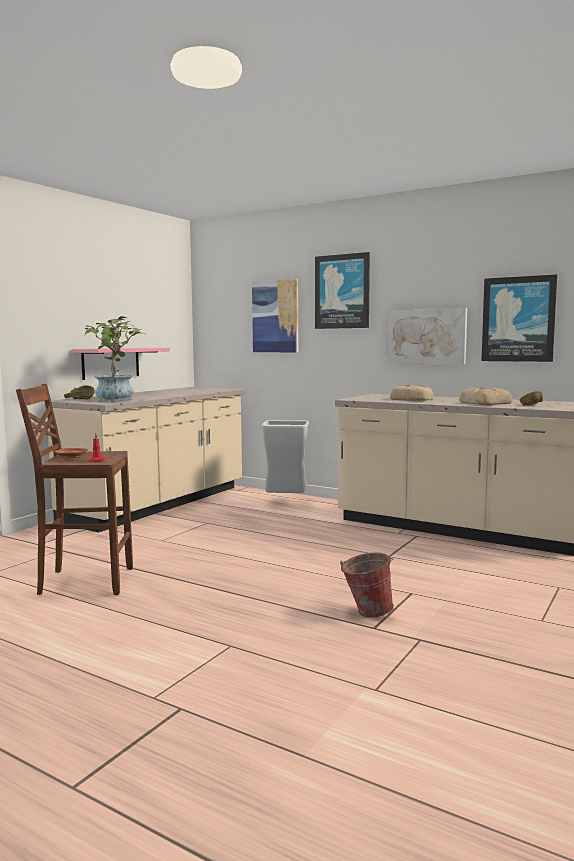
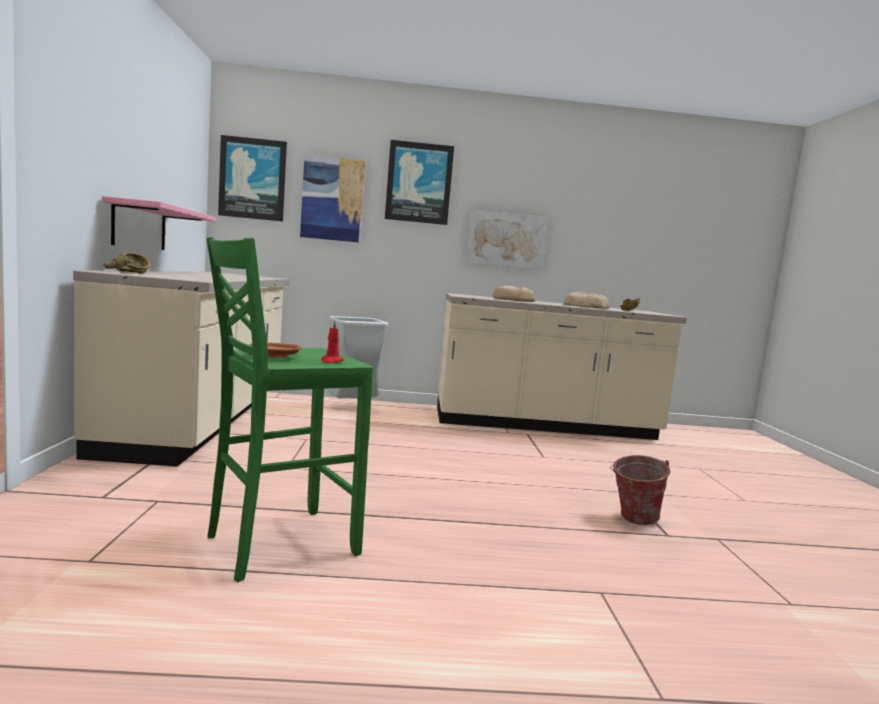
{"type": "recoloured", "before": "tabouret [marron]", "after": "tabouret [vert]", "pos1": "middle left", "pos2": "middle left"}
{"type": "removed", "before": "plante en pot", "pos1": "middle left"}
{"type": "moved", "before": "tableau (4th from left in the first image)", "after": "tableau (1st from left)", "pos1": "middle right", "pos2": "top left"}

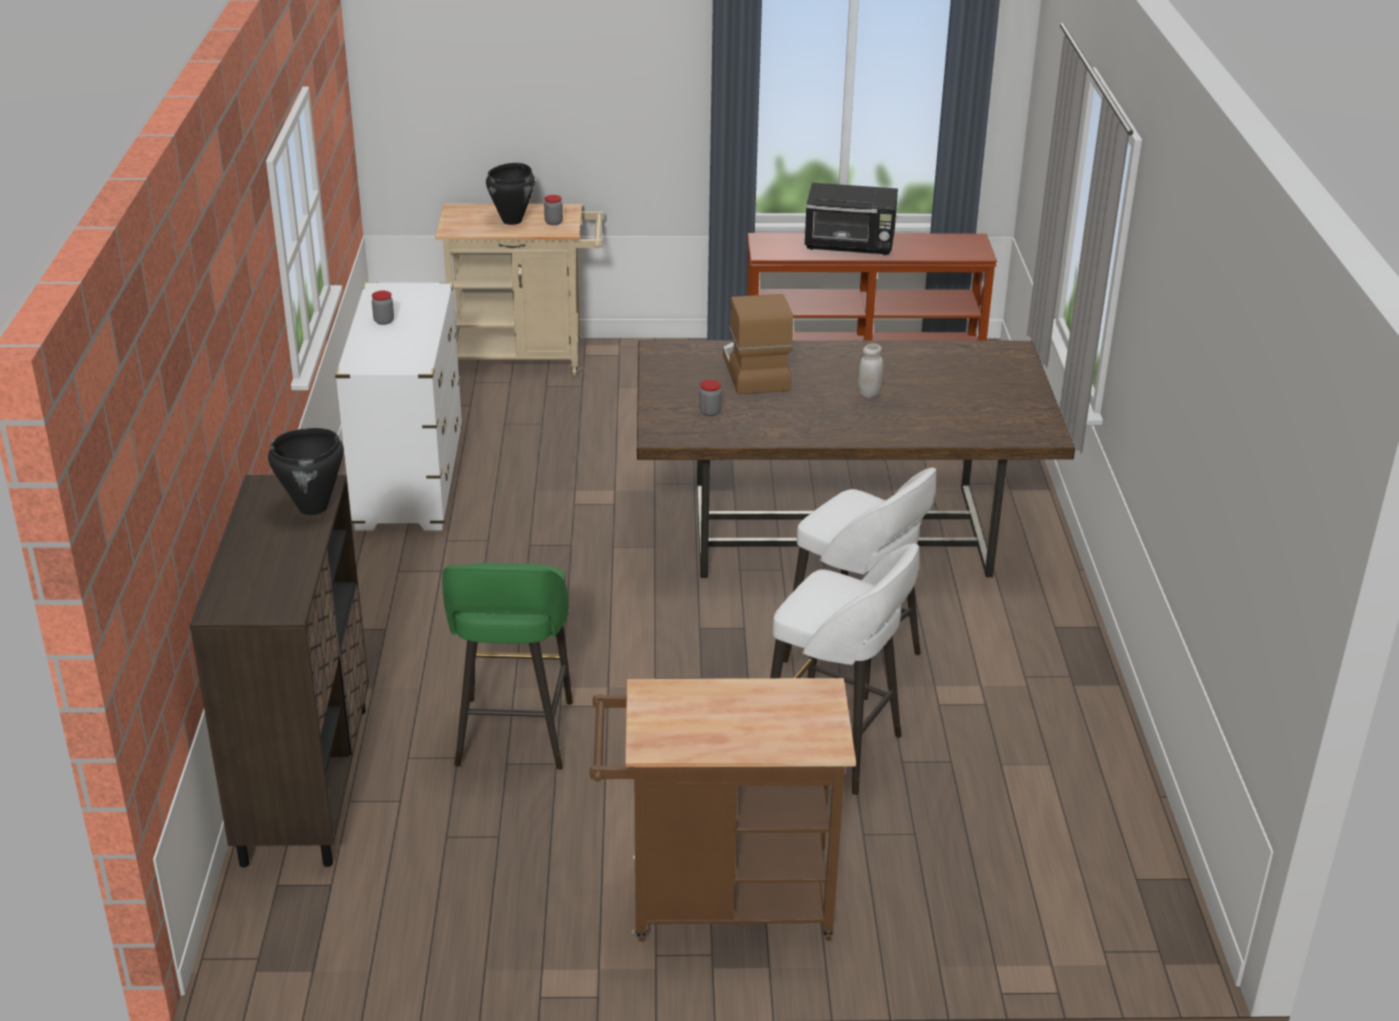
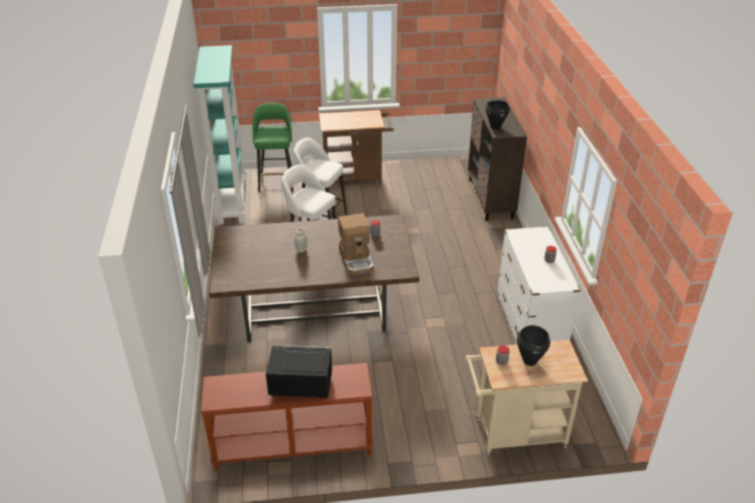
{"type": "moved", "before": "tabouret [vert]", "pos1": "centre", "pos2": "top centre"}
{"type": "added", "after": "bibliothèque [turquoise]", "pos2": "top left"}

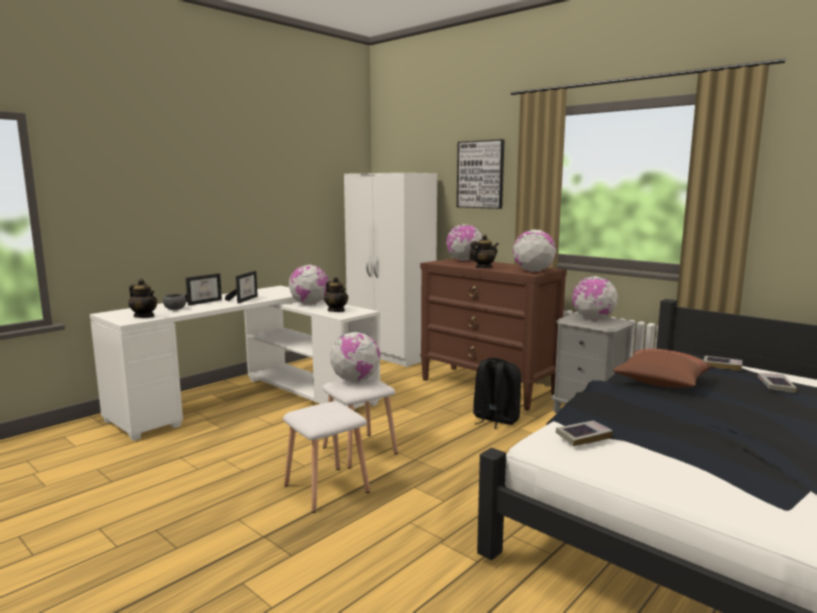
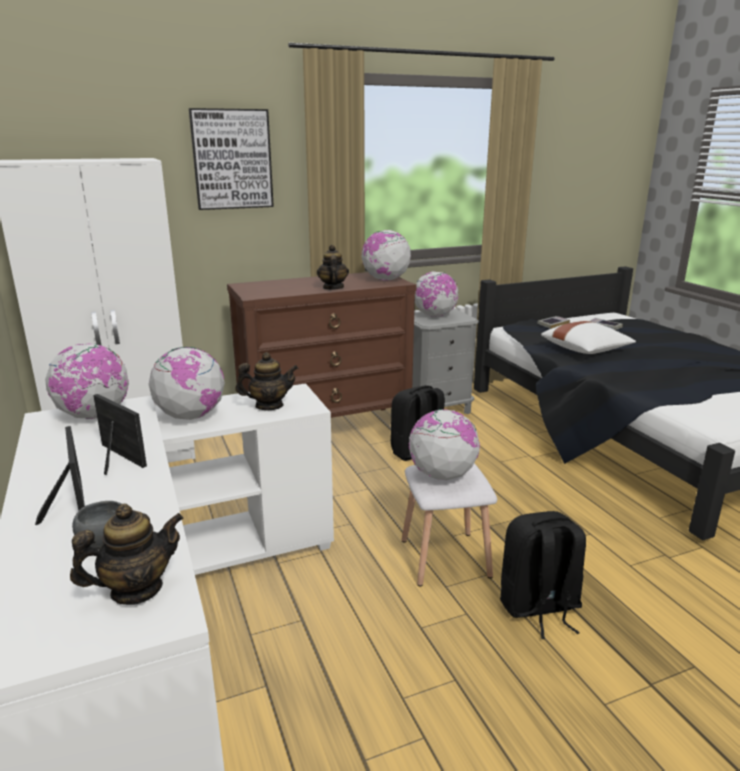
{"type": "replaced", "before": "tabouret [blanc] (1st from left)", "after": "sac à dos [noir] (2nd from left)", "pos1": "bottom centre", "pos2": "bottom right"}
{"type": "moved", "before": "globe (3rd from left in the first image)", "after": "globe (1st from left)", "pos1": "centre", "pos2": "middle left"}
{"type": "removed", "before": "livre (1st from left)", "pos1": "bottom right"}
{"type": "recoloured", "before": "coussin [marron]", "after": "coussin [blanc]", "pos1": "middle right", "pos2": "middle right"}

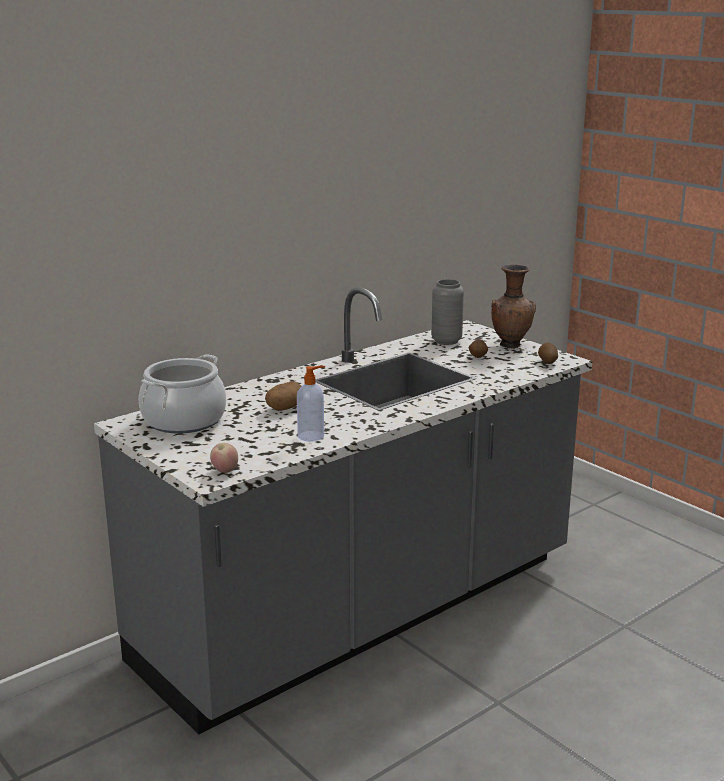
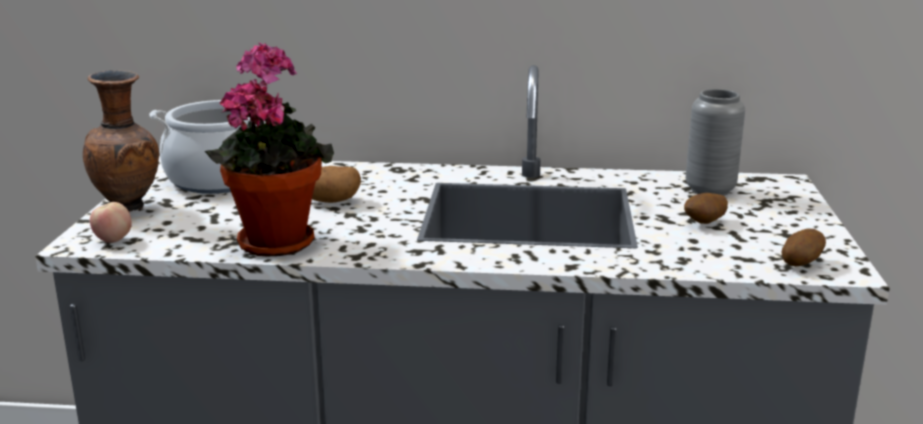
{"type": "replaced", "before": "distributeur de savon", "after": "plante en pot", "pos1": "centre", "pos2": "middle left"}
{"type": "moved", "before": "vase [marron]", "pos1": "middle right", "pos2": "top left"}

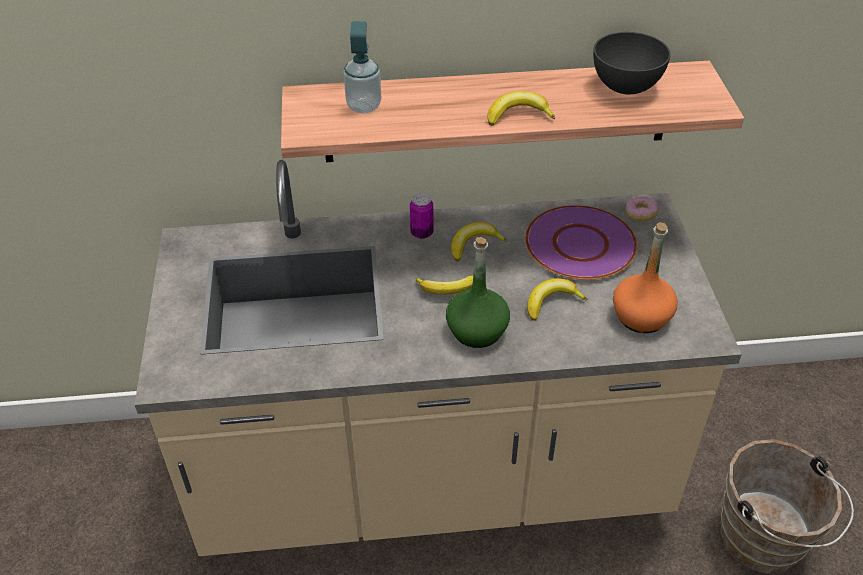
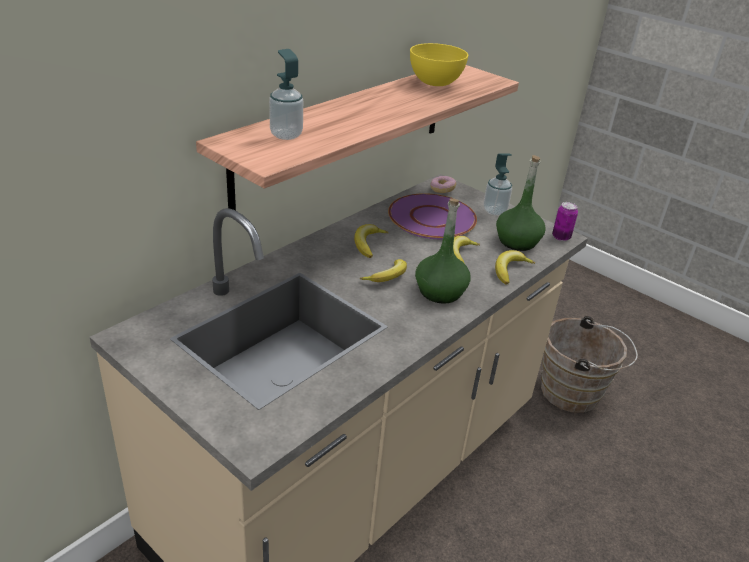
{"type": "moved", "before": "boîte métallique", "pos1": "centre", "pos2": "middle right"}
{"type": "moved", "before": "banane (3rd from left in the first image)", "after": "banane (4th from left)", "pos1": "top centre", "pos2": "middle right"}
{"type": "recoloured", "before": "bol [gris]", "after": "bol [jaune]", "pos1": "top right", "pos2": "top centre"}
{"type": "recoloured", "before": "bouteille [orange]", "after": "bouteille [vert] (2nd from left)", "pos1": "middle right", "pos2": "middle right"}
{"type": "added", "after": "distributeur de savon (2nd from left)", "pos2": "top centre"}

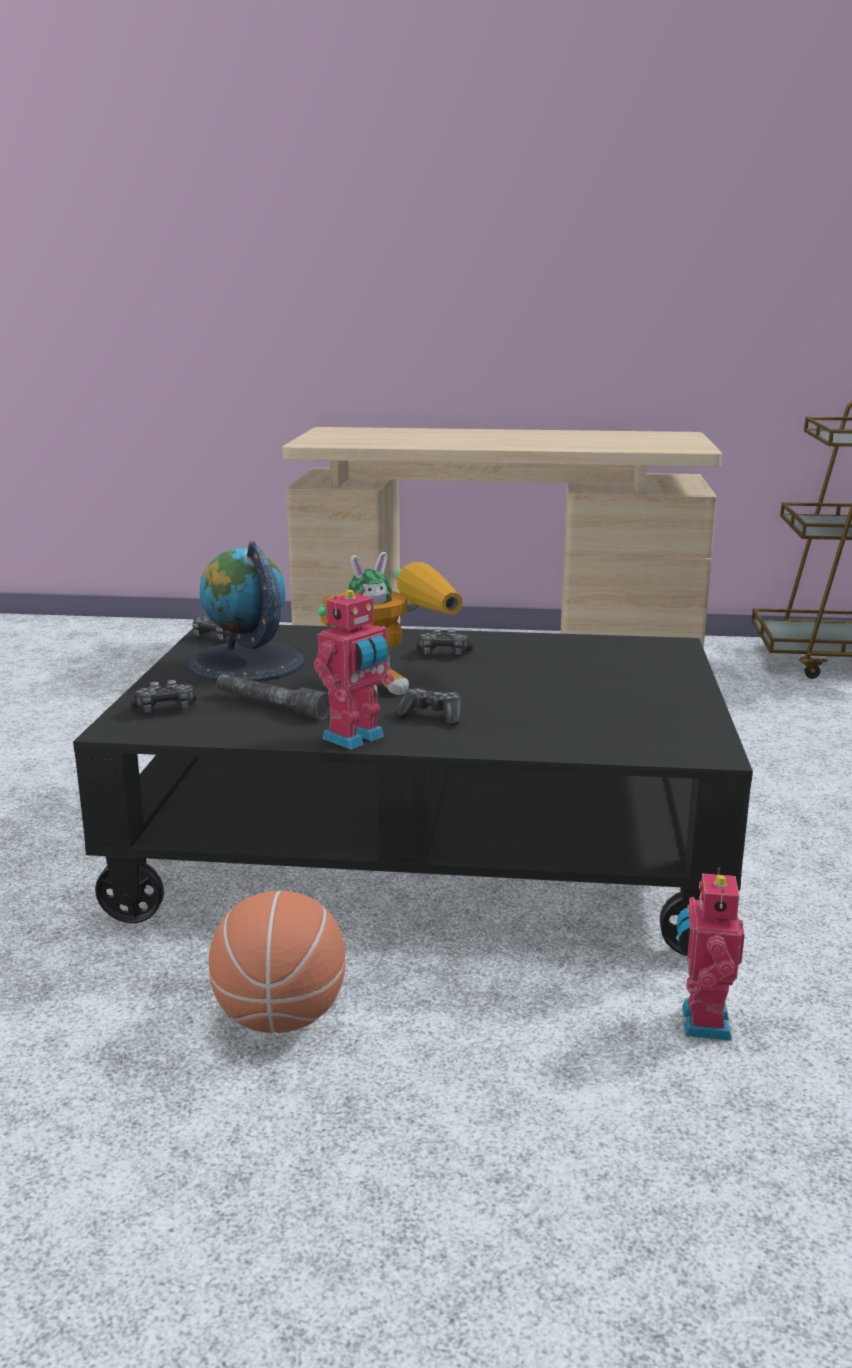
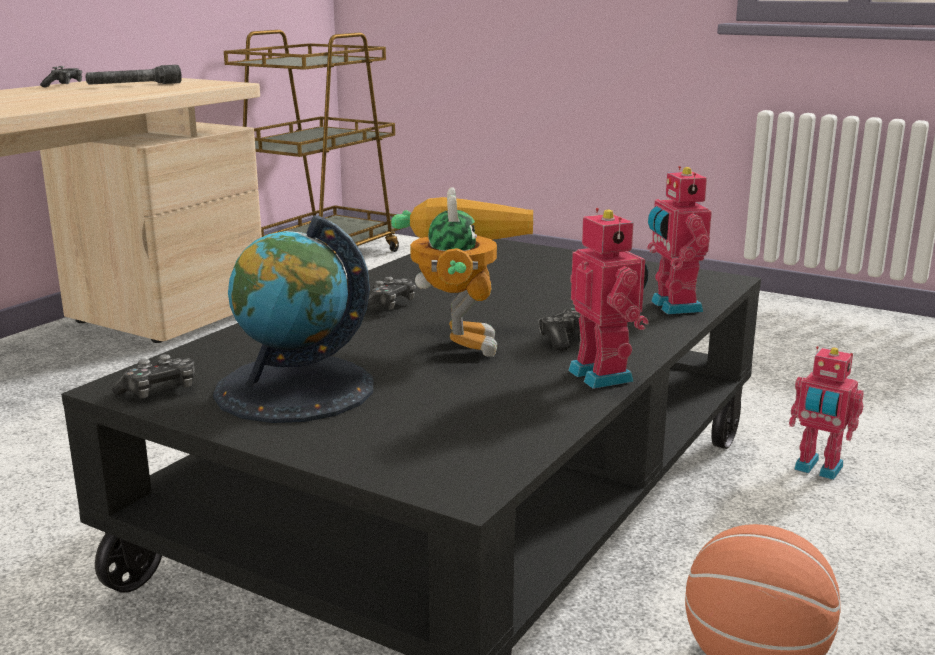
{"type": "moved", "before": "manette (1st from left)", "pos1": "middle left", "pos2": "top left"}
{"type": "moved", "before": "lampe de poche [gris]", "pos1": "middle left", "pos2": "top left"}
{"type": "added", "after": "robot jouet (3rd from left)", "pos2": "middle right"}

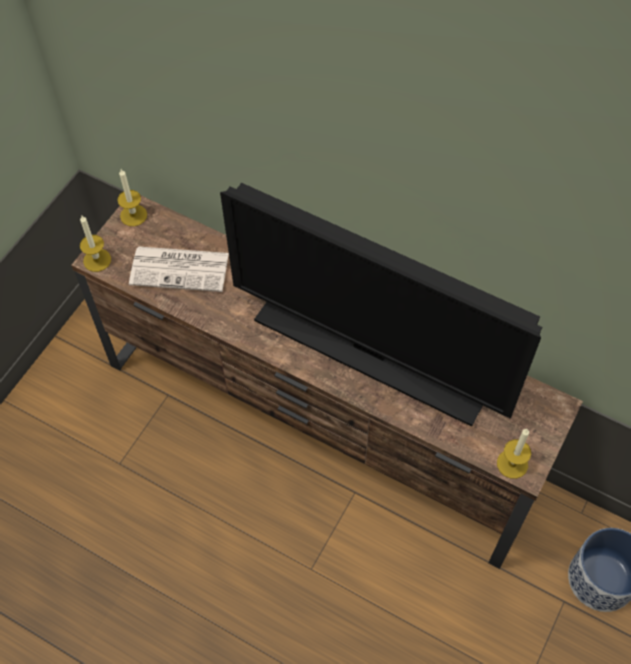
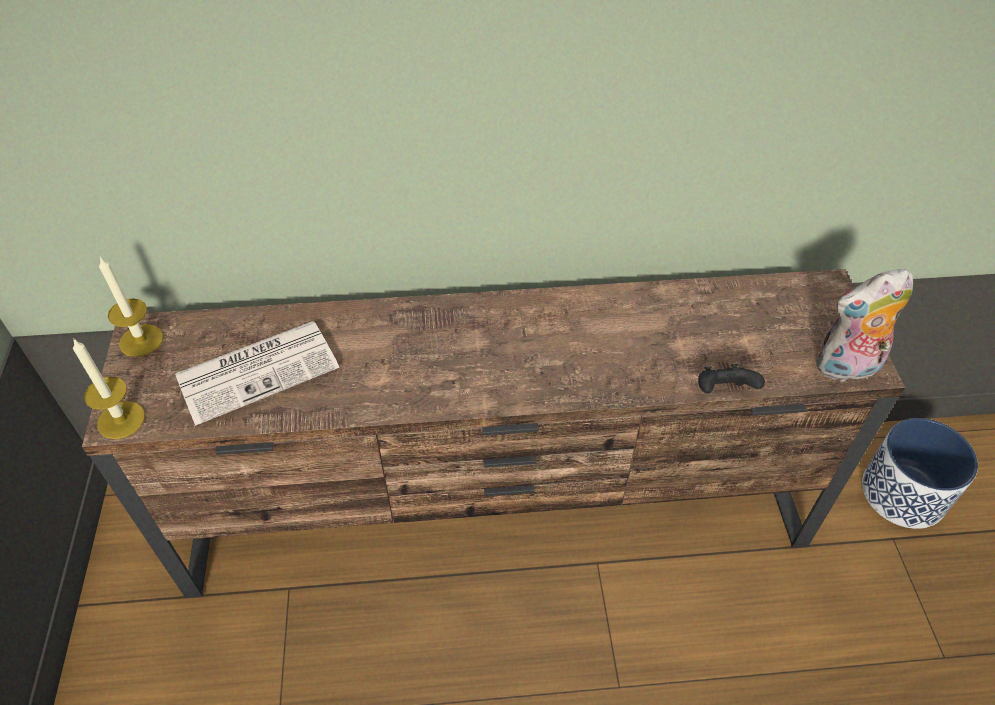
{"type": "removed", "before": "téléviseur", "pos1": "centre"}
{"type": "replaced", "before": "bougie (3rd from left)", "after": "peluche", "pos1": "bottom right", "pos2": "middle right"}
{"type": "added", "after": "manette [noir]", "pos2": "middle right"}

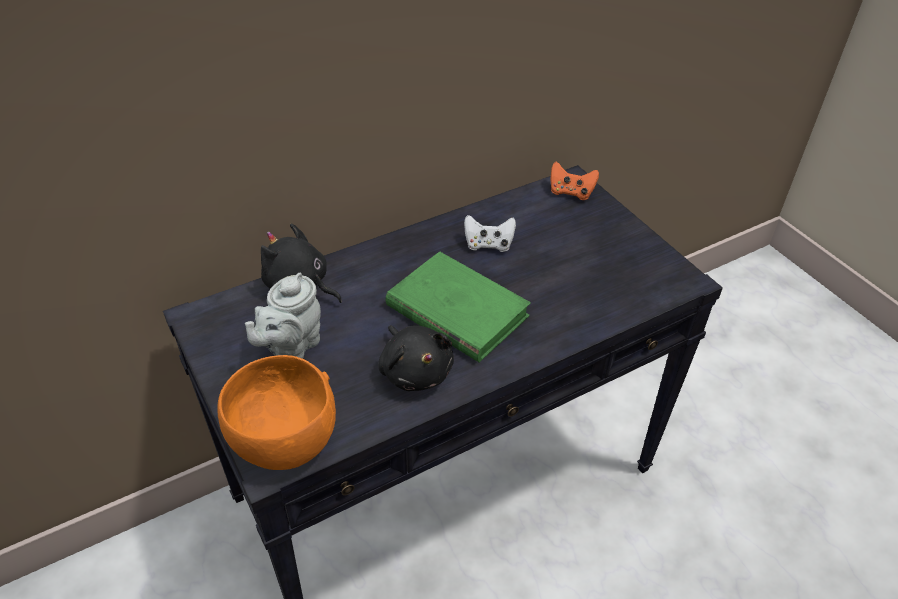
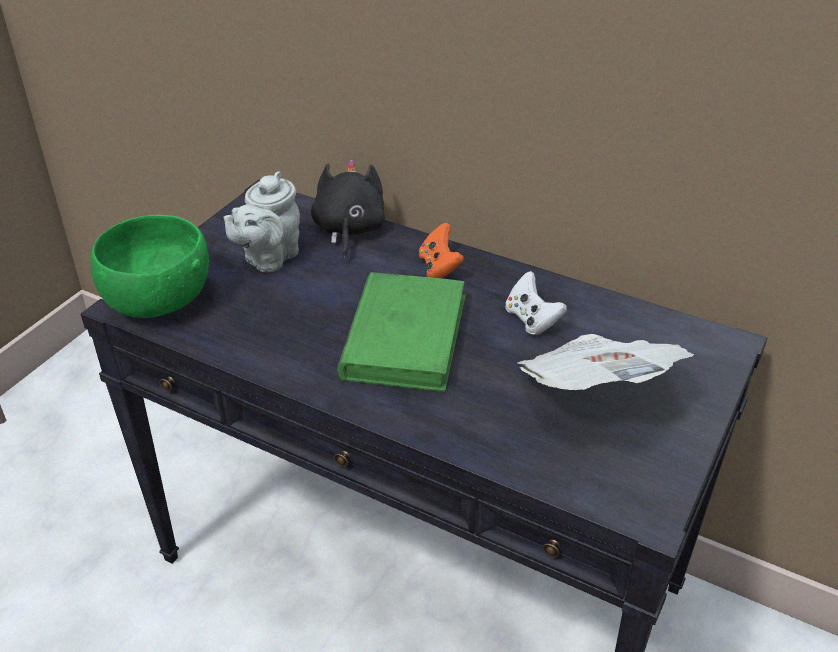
{"type": "recoloured", "before": "bol [orange]", "after": "bol [vert]", "pos1": "bottom left", "pos2": "middle left"}
{"type": "turned", "before": "théière [gris]", "pos1": "middle left", "pos2": "middle left", "turn": -60}
{"type": "removed", "before": "peluche [noir] (2nd from left)", "pos1": "centre"}
{"type": "moved", "before": "manette [orange]", "pos1": "top centre", "pos2": "centre"}
{"type": "added", "after": "journal", "pos2": "middle right"}

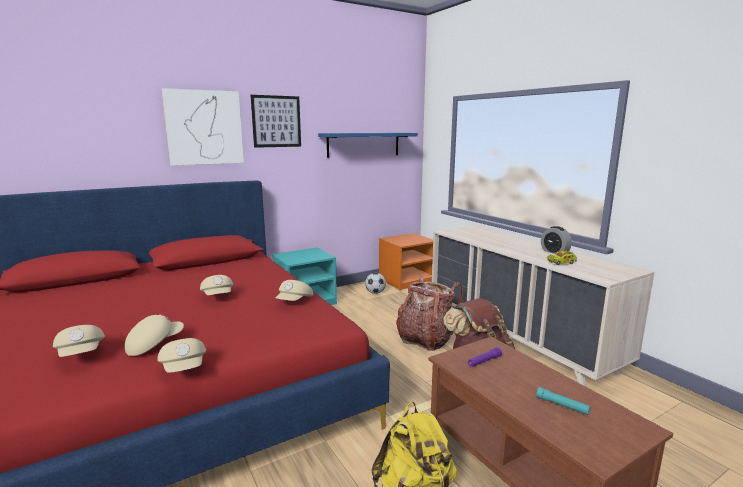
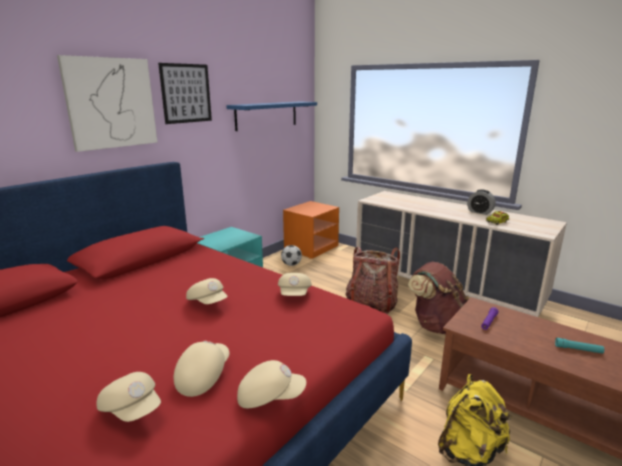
{"type": "turned", "before": "casquette [beige] (3rd from left in the first image)", "pos1": "bottom left", "pos2": "bottom centre", "turn": -45}

